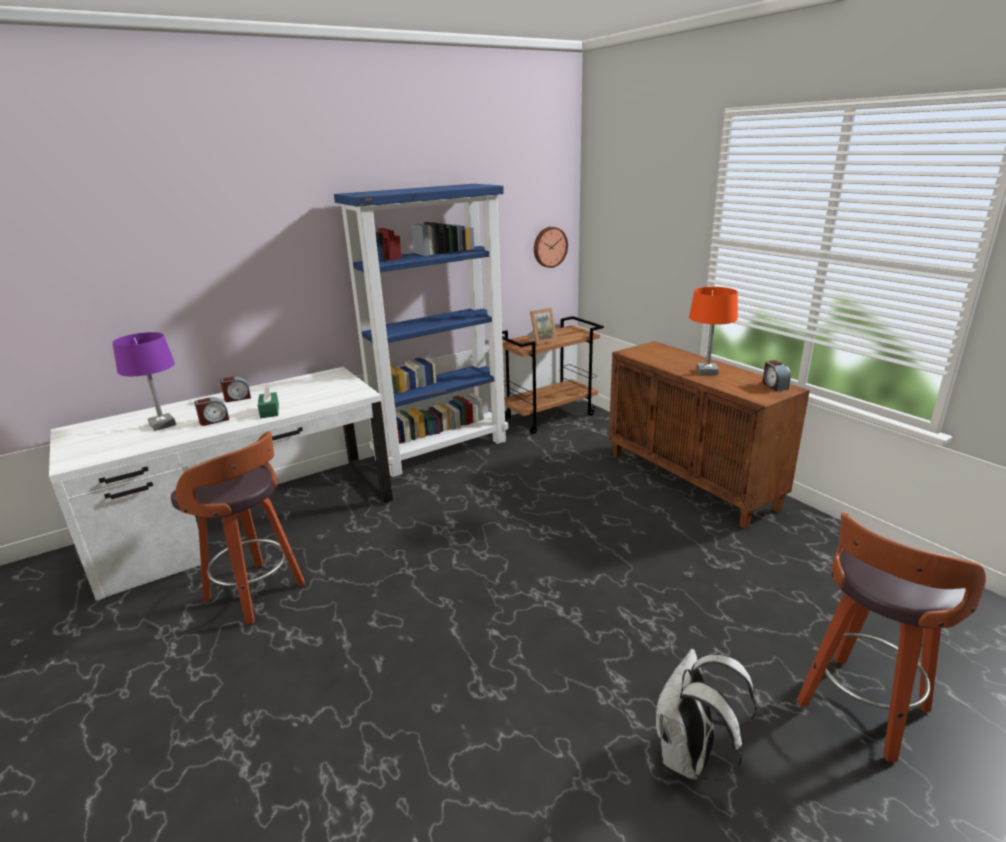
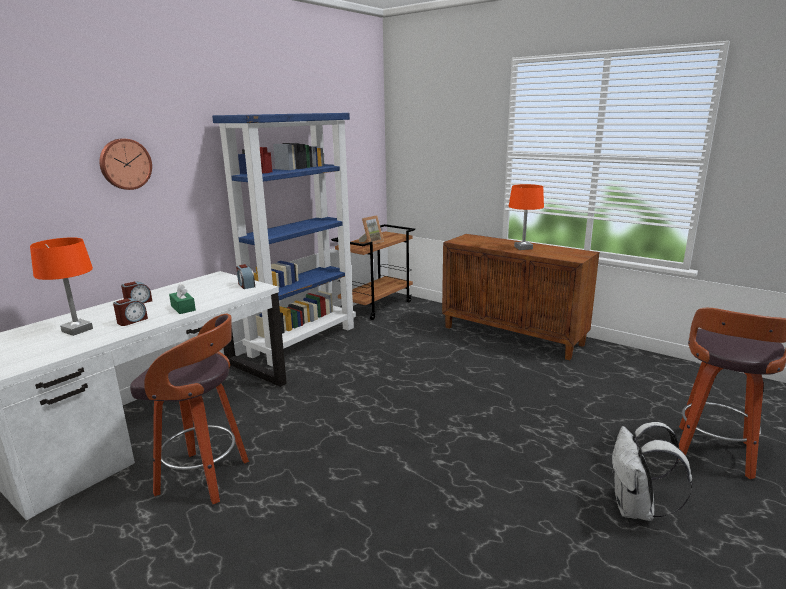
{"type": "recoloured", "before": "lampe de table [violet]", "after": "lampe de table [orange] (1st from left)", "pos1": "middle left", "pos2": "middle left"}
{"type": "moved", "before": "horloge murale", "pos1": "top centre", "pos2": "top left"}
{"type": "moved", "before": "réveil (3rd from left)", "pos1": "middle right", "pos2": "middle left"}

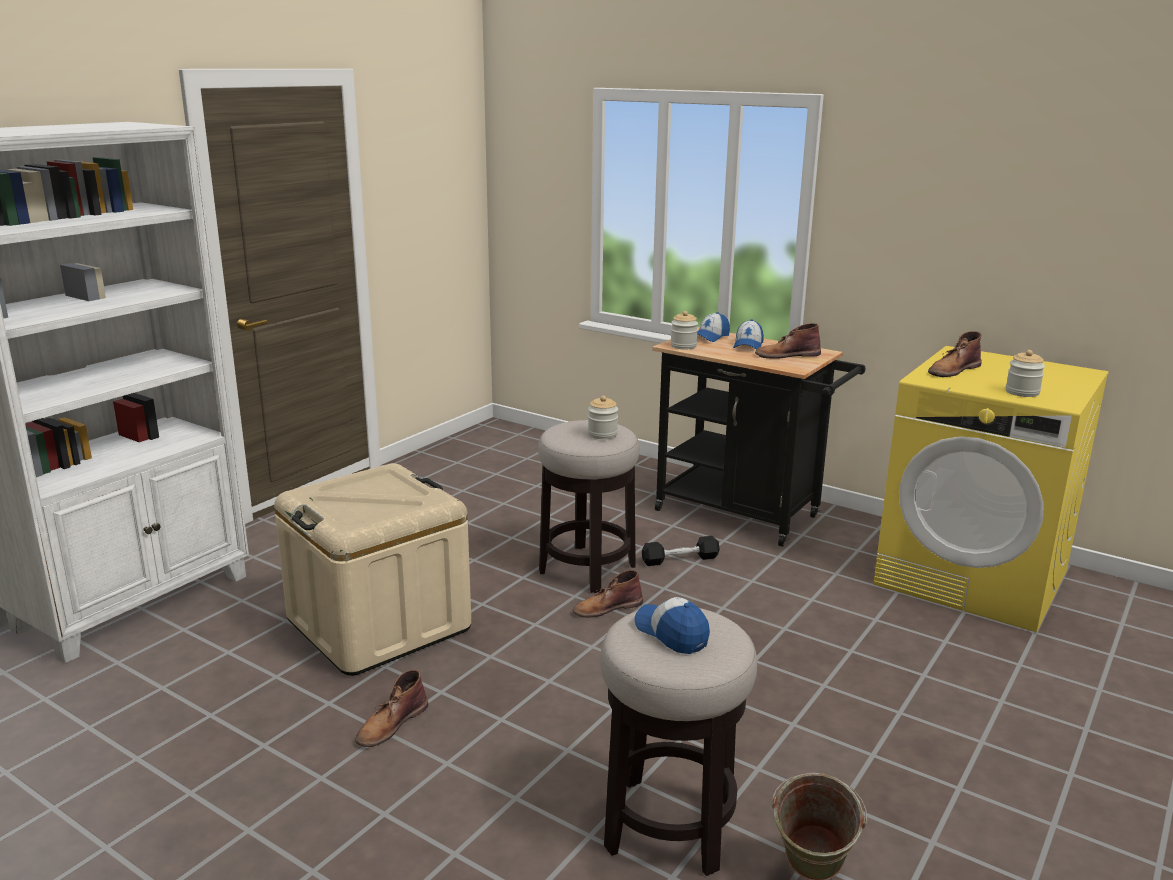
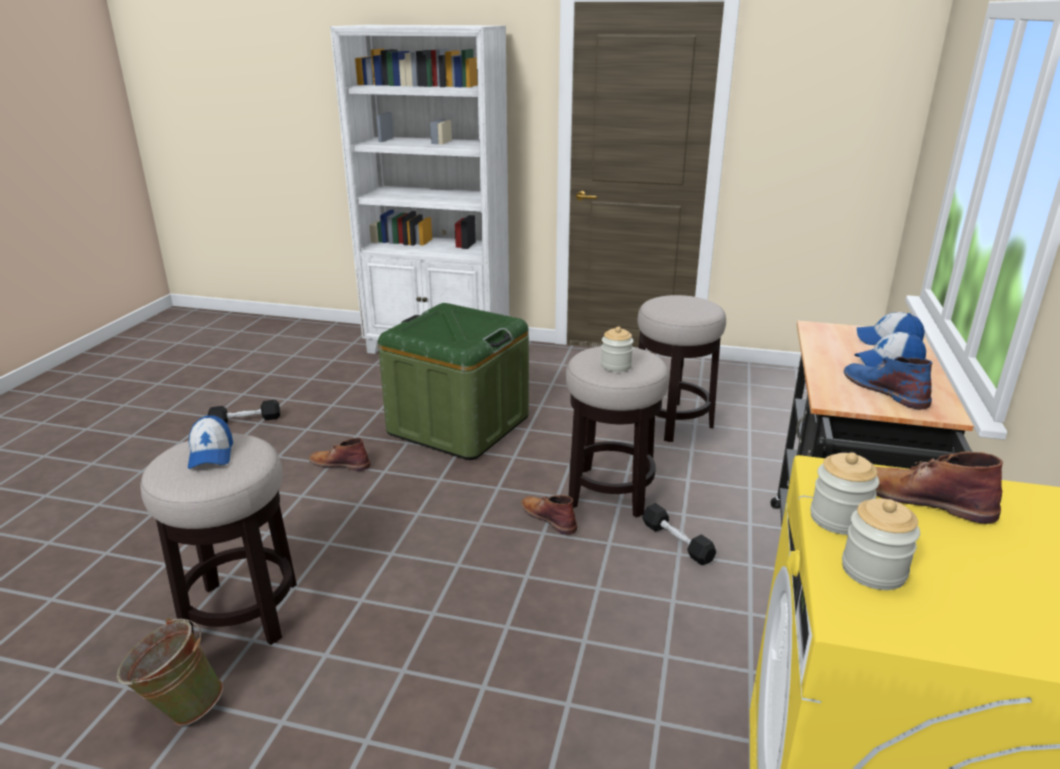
{"type": "recoloured", "before": "boîte de rangement [beige]", "after": "boîte de rangement [vert]", "pos1": "middle left", "pos2": "centre"}
{"type": "turned", "before": "casquette (1st from left)", "pos1": "bottom centre", "pos2": "middle left", "turn": 135}
{"type": "moved", "before": "bocal (2nd from left)", "pos1": "centre", "pos2": "middle right"}
{"type": "recoloured", "before": "botte [marron] (3rd from left)", "after": "botte [bleu]", "pos1": "middle right", "pos2": "middle right"}
{"type": "added", "after": "haltère [noir] (1st from left)", "pos2": "middle left"}
{"type": "added", "after": "tabouret (3rd from left)", "pos2": "centre"}

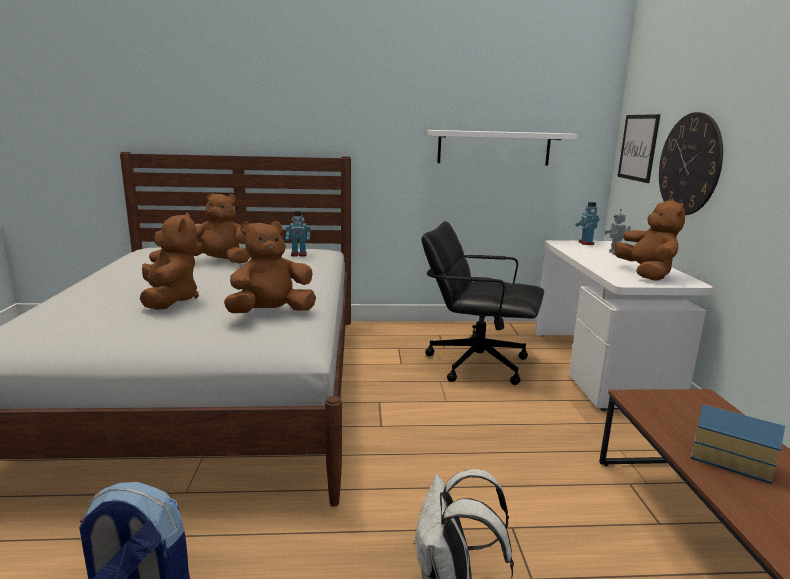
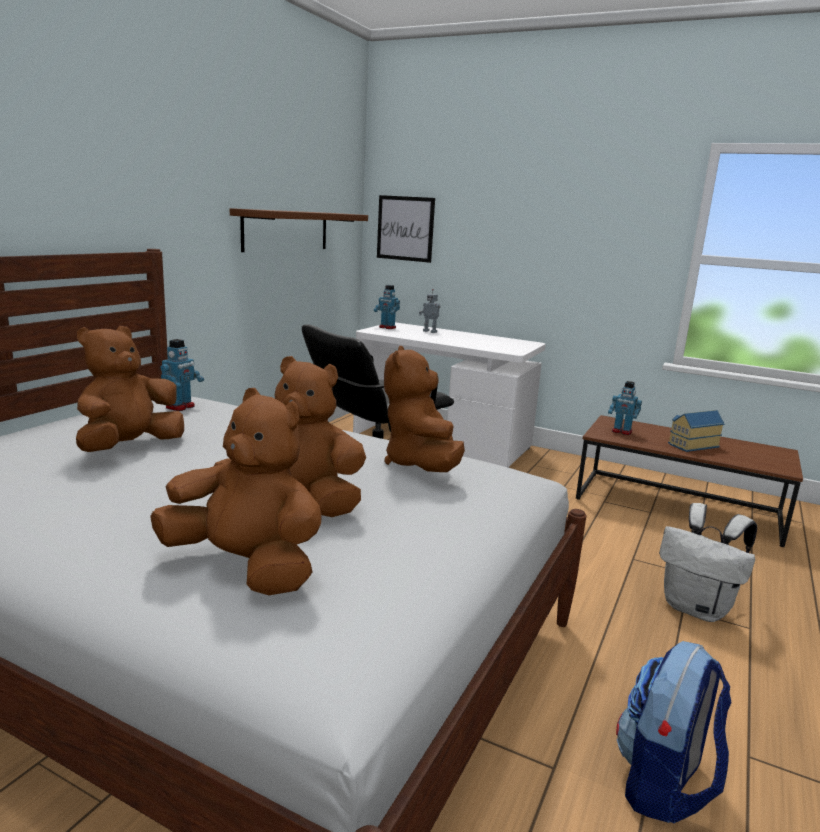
{"type": "recoloured", "before": "étagère [blanc]", "after": "étagère [marron]", "pos1": "top centre", "pos2": "top centre"}
{"type": "moved", "before": "peluche [marron] (4th from left in the first image)", "after": "peluche [marron] (2nd from left)", "pos1": "middle right", "pos2": "middle left"}
{"type": "removed", "before": "horloge murale", "pos1": "top right"}
{"type": "added", "after": "robot jouet (4th from left)", "pos2": "middle right"}

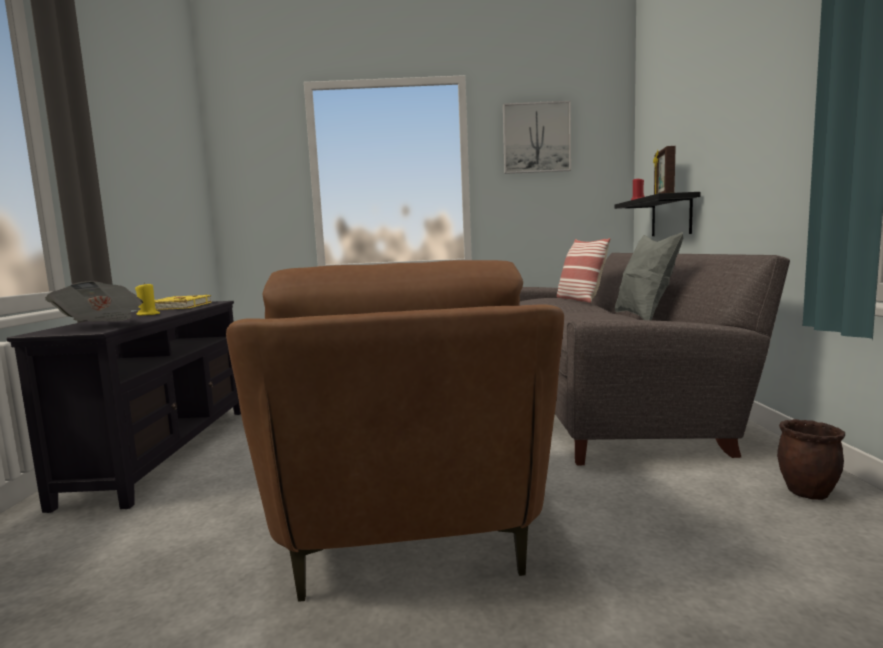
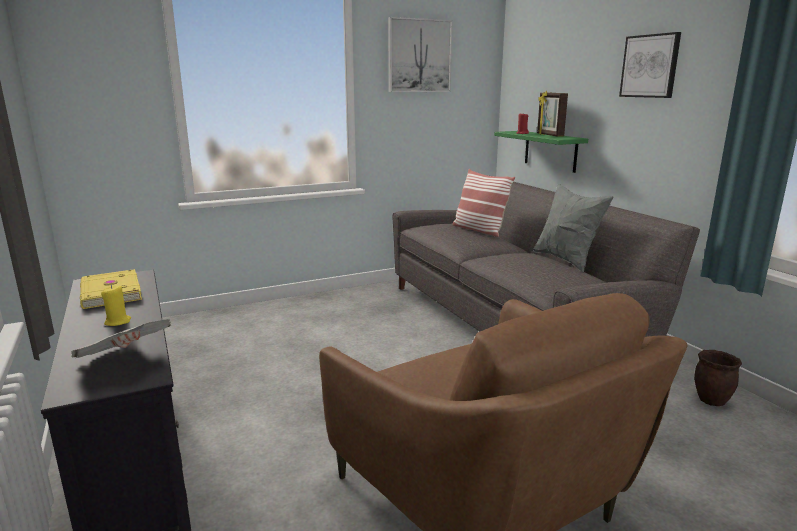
{"type": "recoloured", "before": "étagère [noir]", "after": "étagère [vert]", "pos1": "top right", "pos2": "top right"}
{"type": "added", "after": "tableau (2nd from left)", "pos2": "top right"}

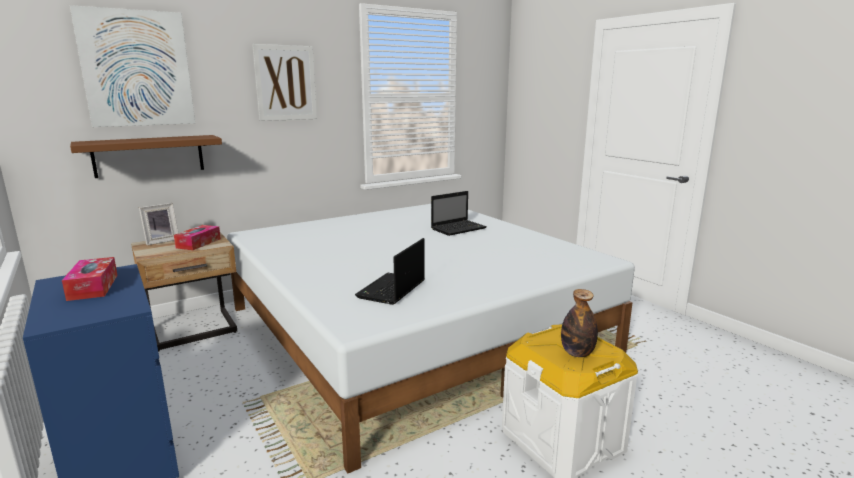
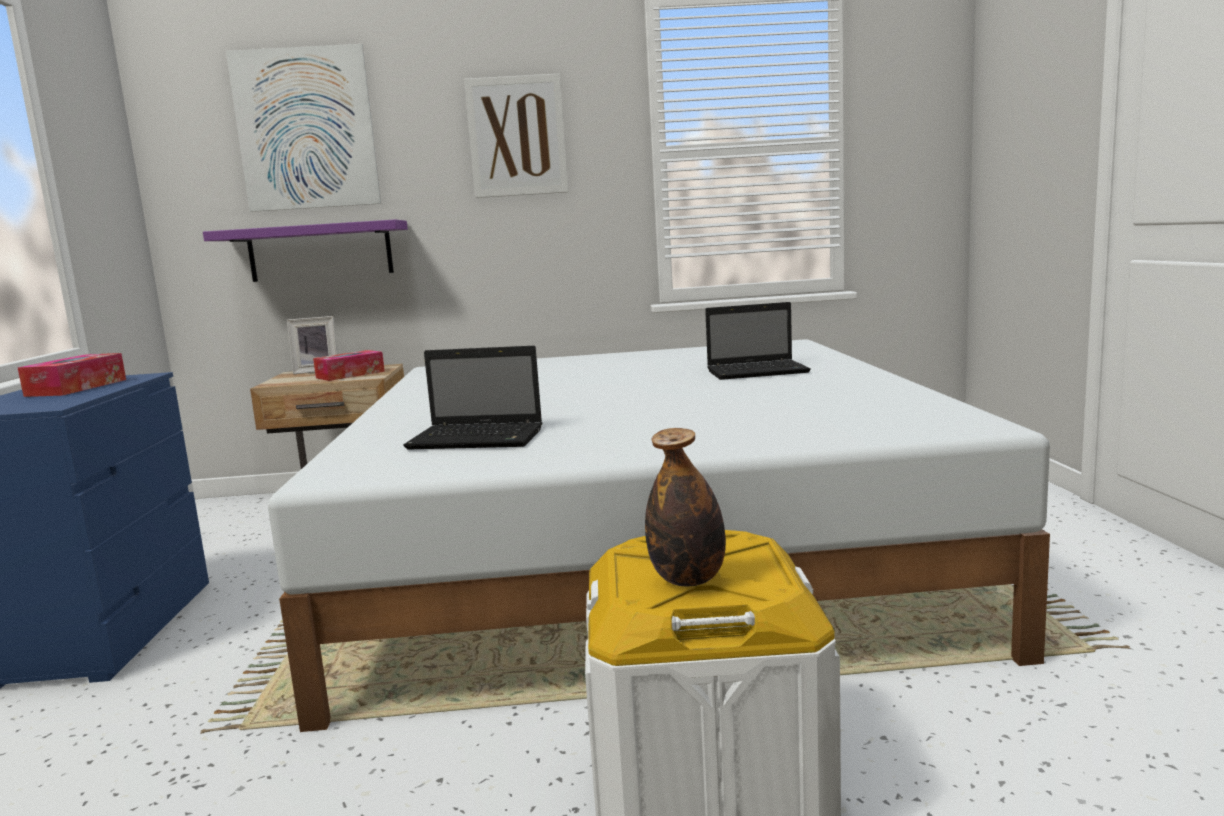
{"type": "recoloured", "before": "étagère [marron]", "after": "étagère [violet]", "pos1": "top left", "pos2": "top left"}
{"type": "turned", "before": "ordinateur portable (1st from left)", "pos1": "centre", "pos2": "centre", "turn": -135}

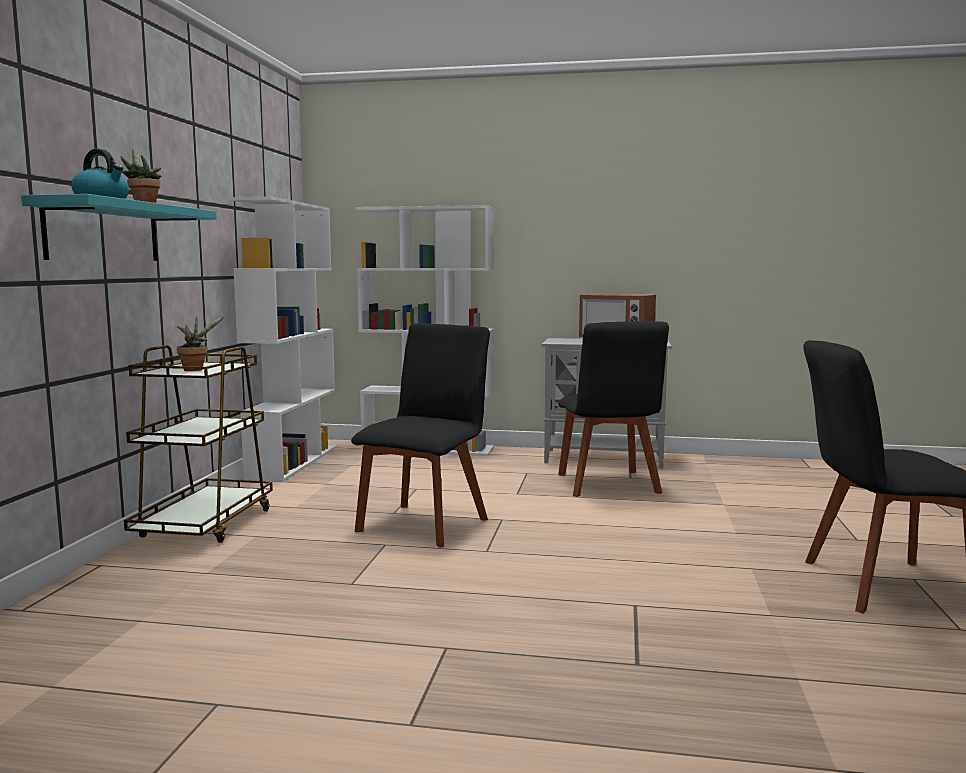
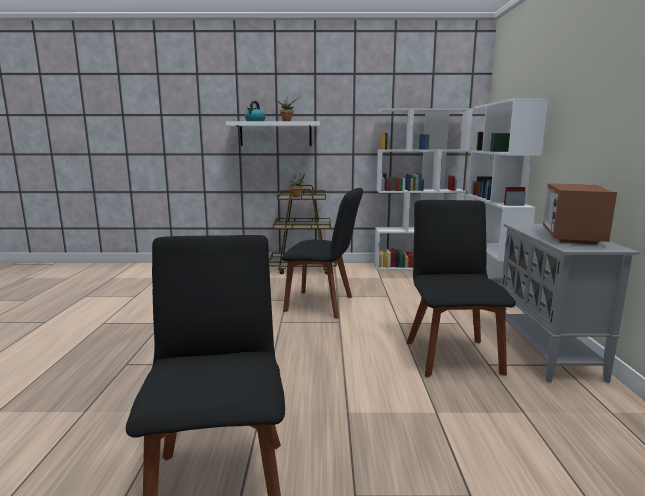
{"type": "recoloured", "before": "étagère [turquoise]", "after": "étagère [blanc]", "pos1": "top left", "pos2": "top centre"}
{"type": "turned", "before": "chaise [noir] (2nd from left in the first image)", "pos1": "centre", "pos2": "middle right", "turn": 105}

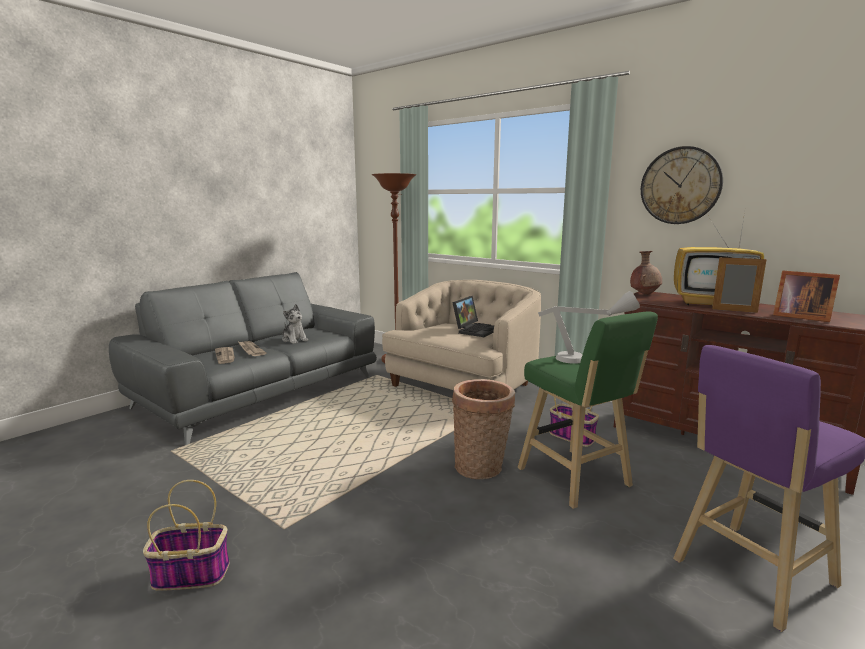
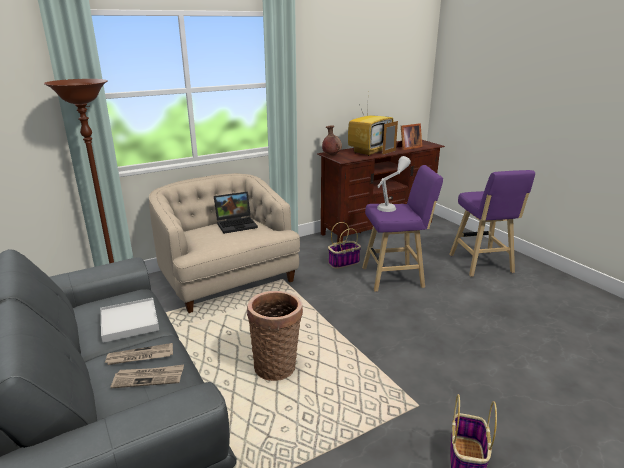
{"type": "replaced", "before": "peluche", "after": "plateau [blanc]", "pos1": "centre", "pos2": "bottom left"}
{"type": "turned", "before": "ordinateur portable", "pos1": "centre", "pos2": "centre", "turn": 105}
{"type": "moved", "before": "panier (2nd from left in the first image)", "after": "panier (1st from left)", "pos1": "centre", "pos2": "bottom centre"}
{"type": "recoloured", "before": "tabouret [vert]", "after": "tabouret [violet] (1st from left)", "pos1": "middle right", "pos2": "centre"}
{"type": "removed", "before": "horloge murale", "pos1": "top right"}

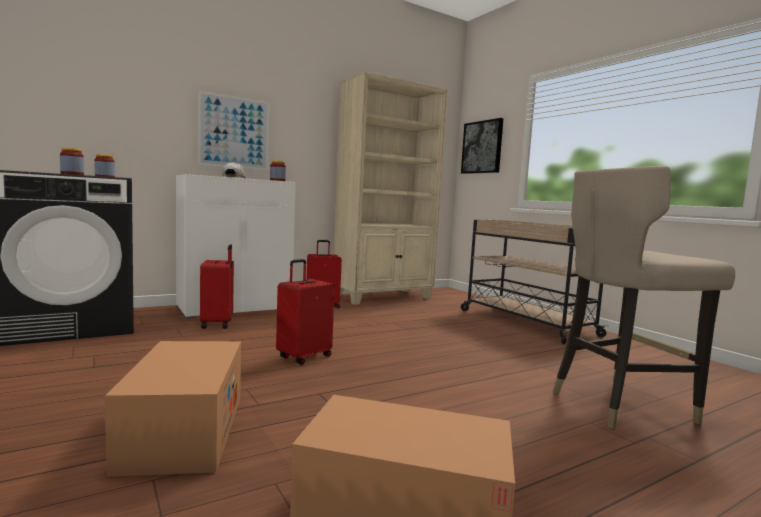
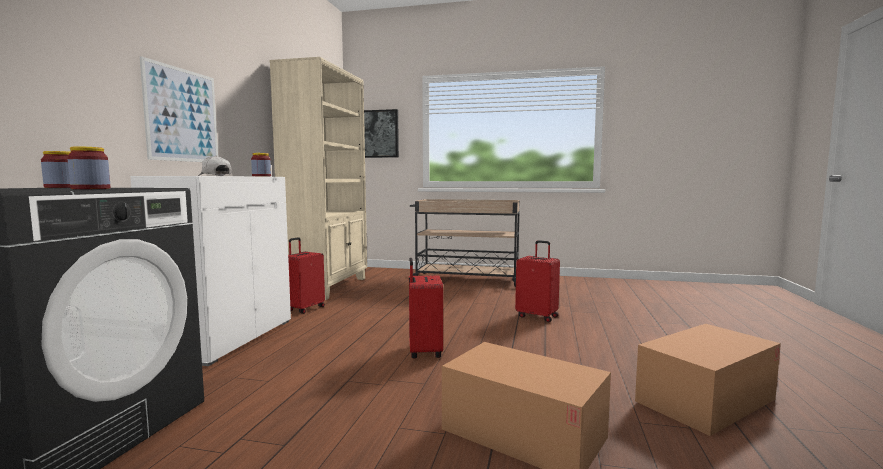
{"type": "moved", "before": "valise [rouge] (1st from left in the first image)", "after": "valise [rouge] (3rd from left)", "pos1": "middle left", "pos2": "centre"}
{"type": "removed", "before": "tabouret [beige]", "pos1": "middle right"}

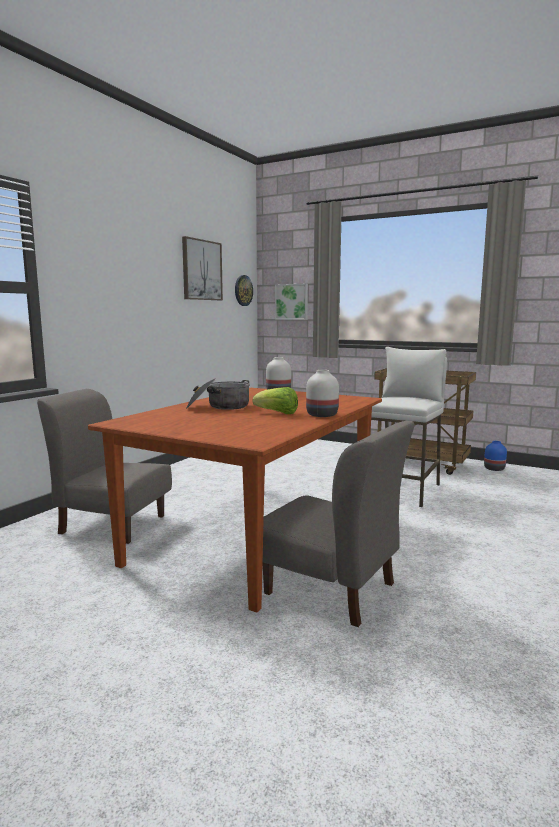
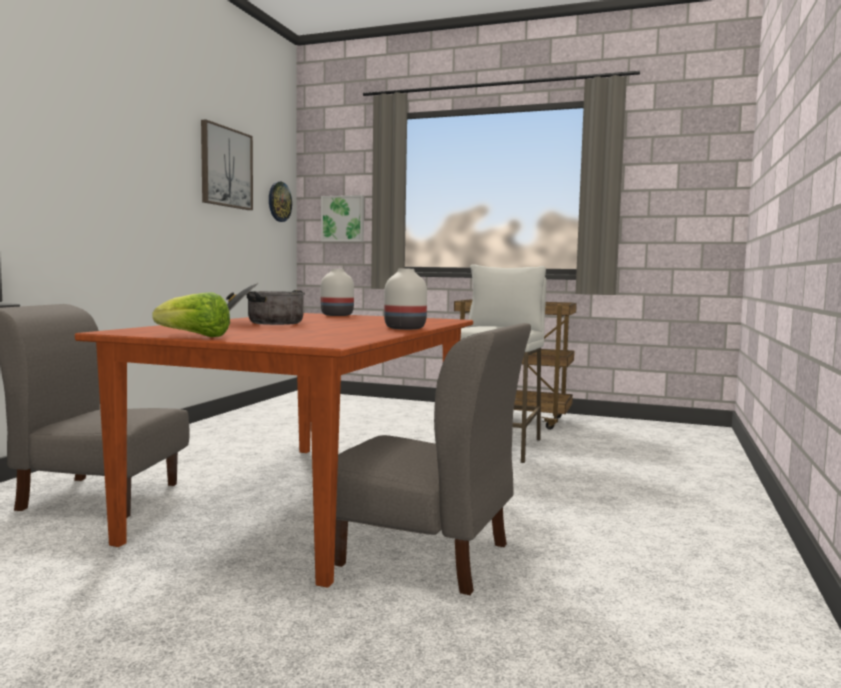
{"type": "moved", "before": "laitue", "pos1": "centre", "pos2": "middle left"}
{"type": "removed", "before": "vase [bleu]", "pos1": "middle right"}

